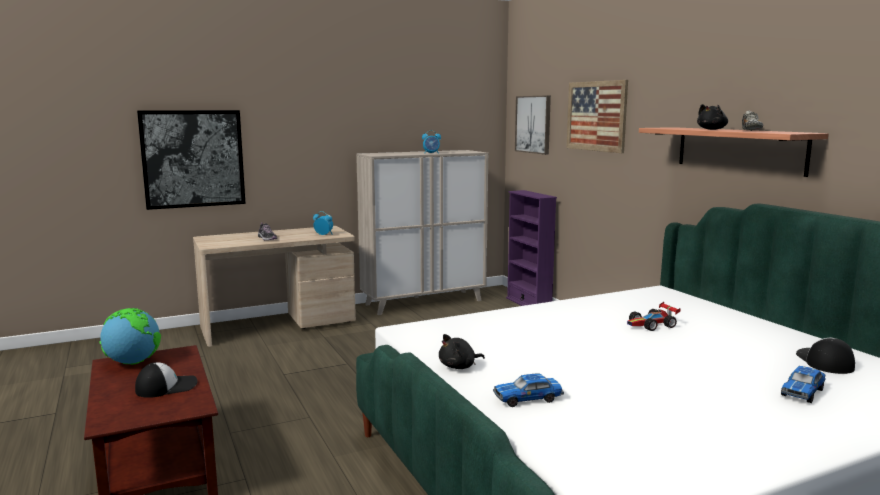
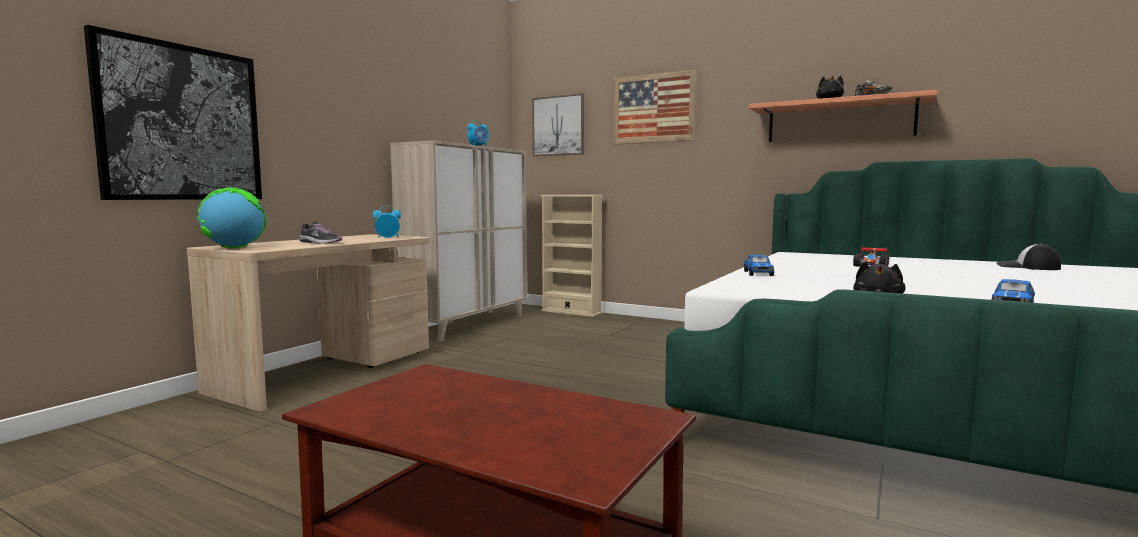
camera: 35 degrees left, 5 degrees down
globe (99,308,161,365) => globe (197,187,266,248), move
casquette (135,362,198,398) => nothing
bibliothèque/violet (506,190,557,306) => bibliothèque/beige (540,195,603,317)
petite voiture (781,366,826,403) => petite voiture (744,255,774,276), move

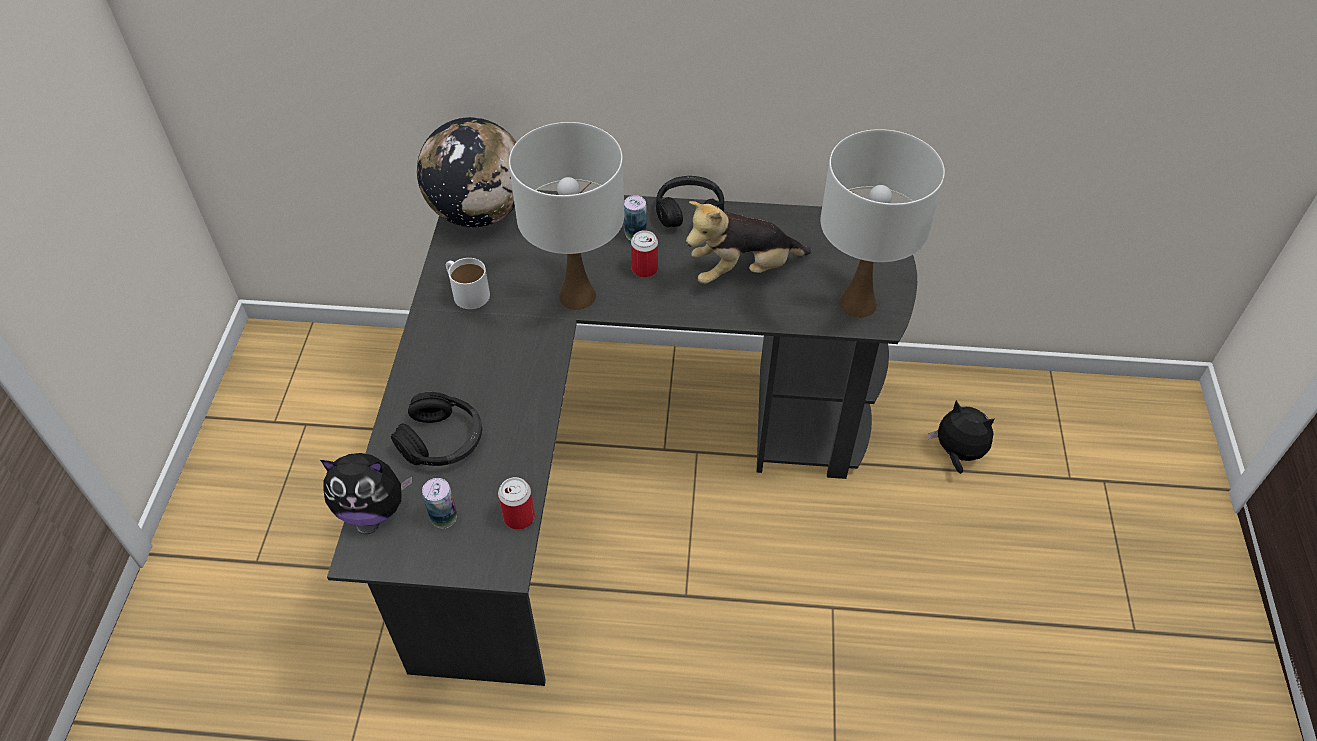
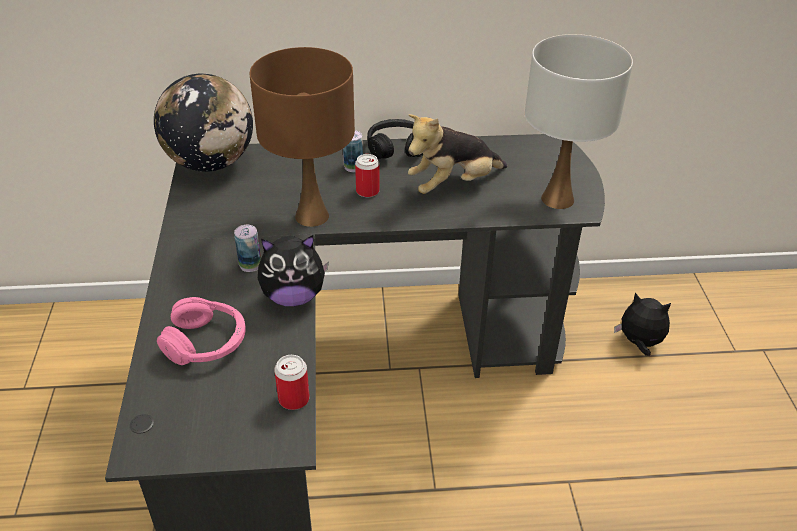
camera: 10 degrees left, 10 degrees down
peluche (320,453,412,526) => peluche (258,235,329,306), move
casque audio/noir (391,392,482,466) => casque audio/rose (157,297,246,365)
boîte métallique (422,478,457,529) => boîte métallique (234,225,261,272), move
mug/blanc (446,258,490,309) => nothing
lampe de table/blanc (509,122,624,310) => lampe de table/marron (250,47,355,227)

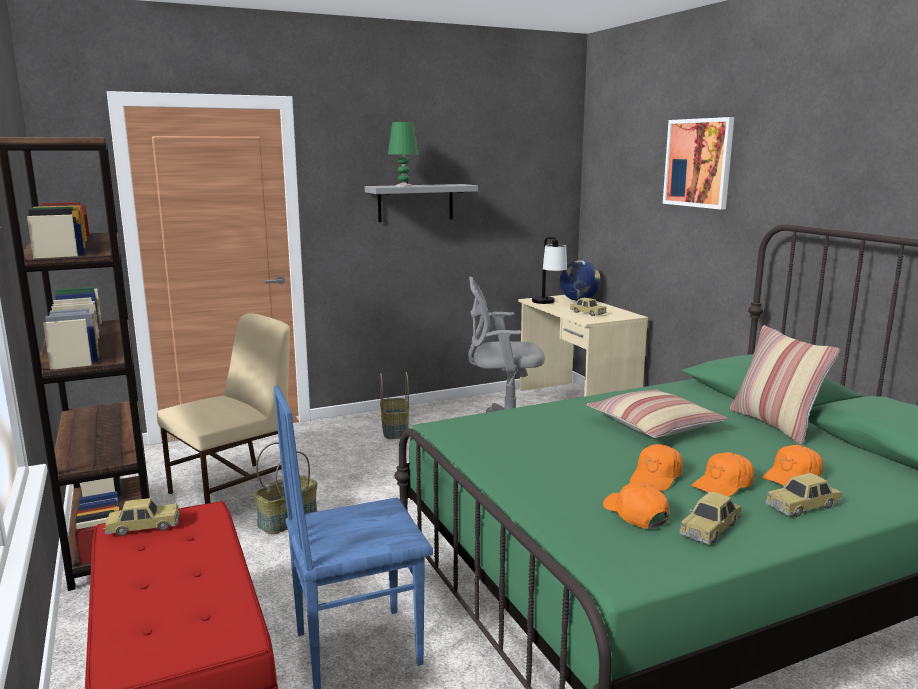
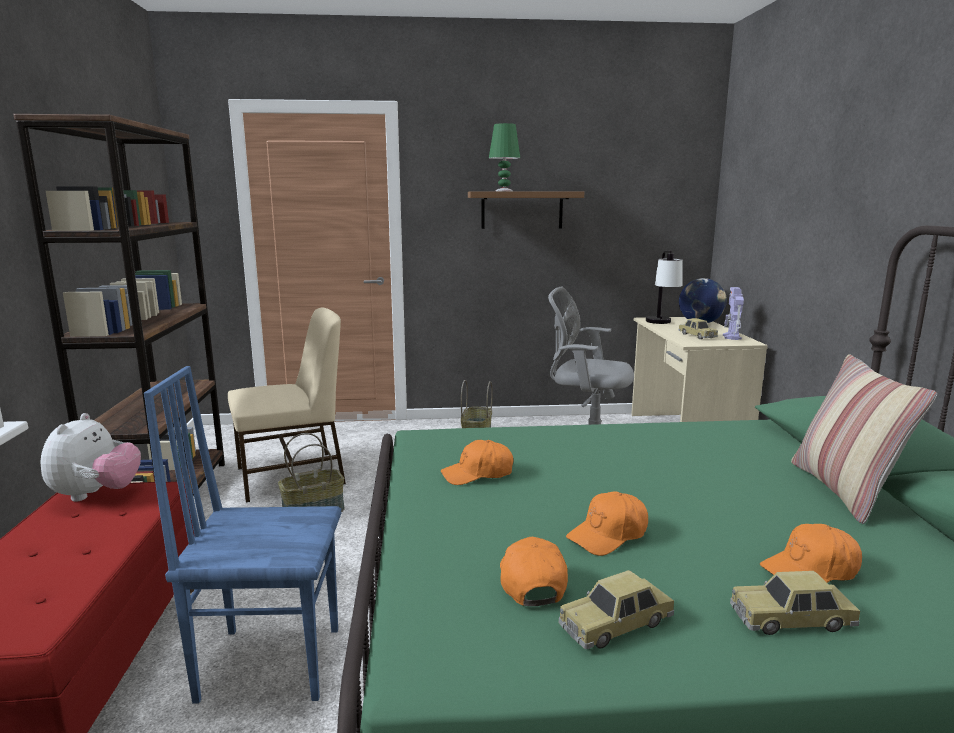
camera: 20 degrees right, 0 degrees up
petite voiture (104,498,180,536) => peluche (41,413,141,502)
étagère/gris (365,184,478,222) => étagère/marron (468,191,584,229)
coussin (587,389,728,438) => nothing
tableau (663,117,734,209) => nothing
casquette/orange (691,452,754,497) => casquette/orange (441,440,513,485), move
nothing => robot jouet (723,287,744,340)

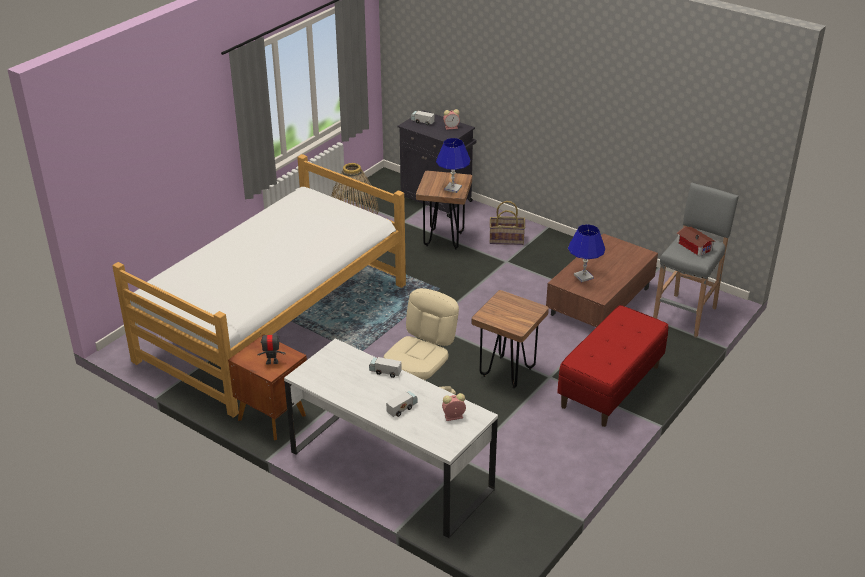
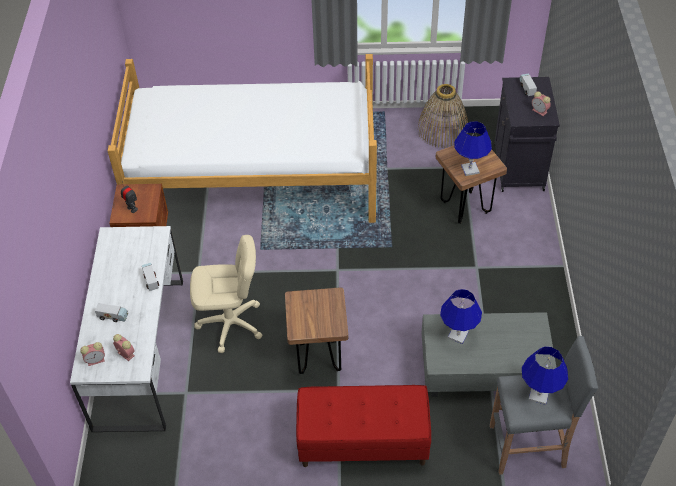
camera: 55 degrees right, 15 degrees up
panier (490,201,525,245) => nothing
table basse/marron (546,233,658,327) => table basse/gris (422,312,557,397)
maison miniature (677,227,714,256) => lampe de table/bleu (522,347,568,405)
nothing => réveil (80,342,105,366)

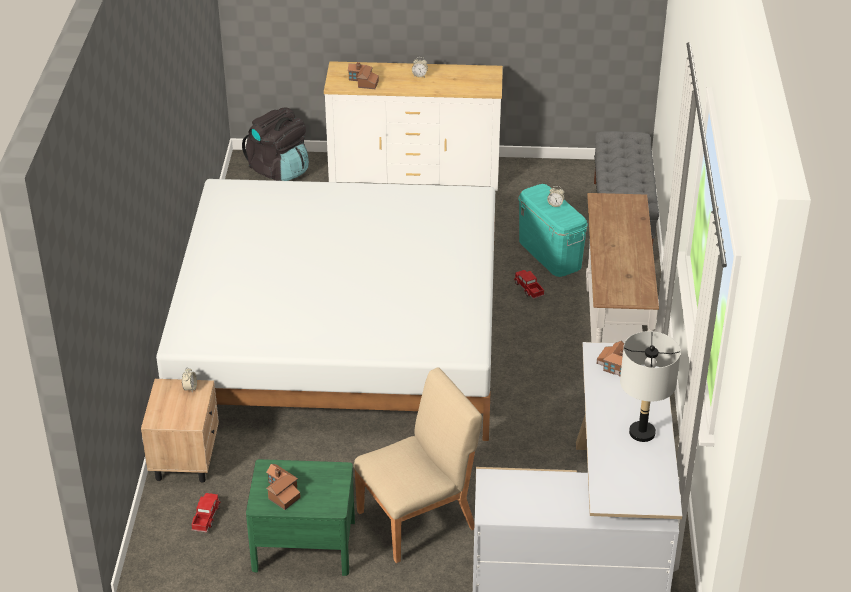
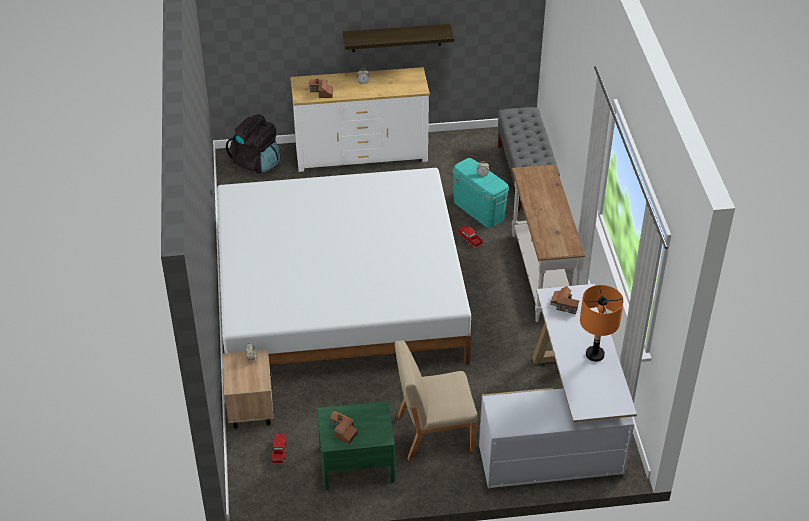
camera: 10 degrees left, 5 degrees up
chaise/beige (354,367,482,563) => chaise/beige (395,341,478,461), 150 degrees counterclockwise
lampe de table/gris (620,331,681,442) => lampe de table/orange (580,285,624,362)
nothing => étagère (343,24,454,52)

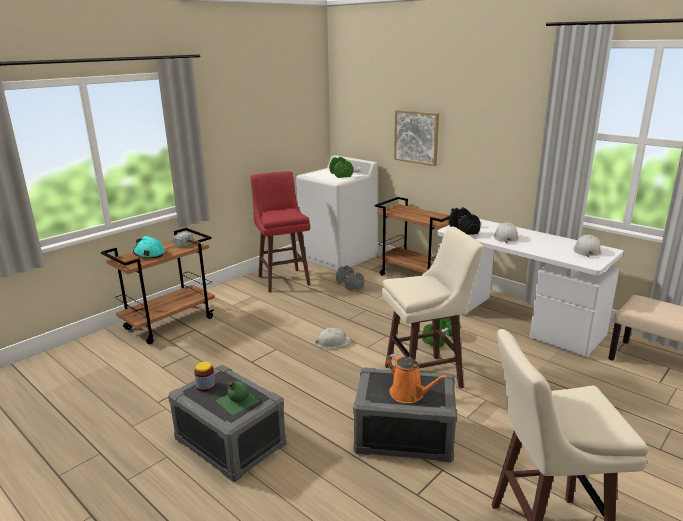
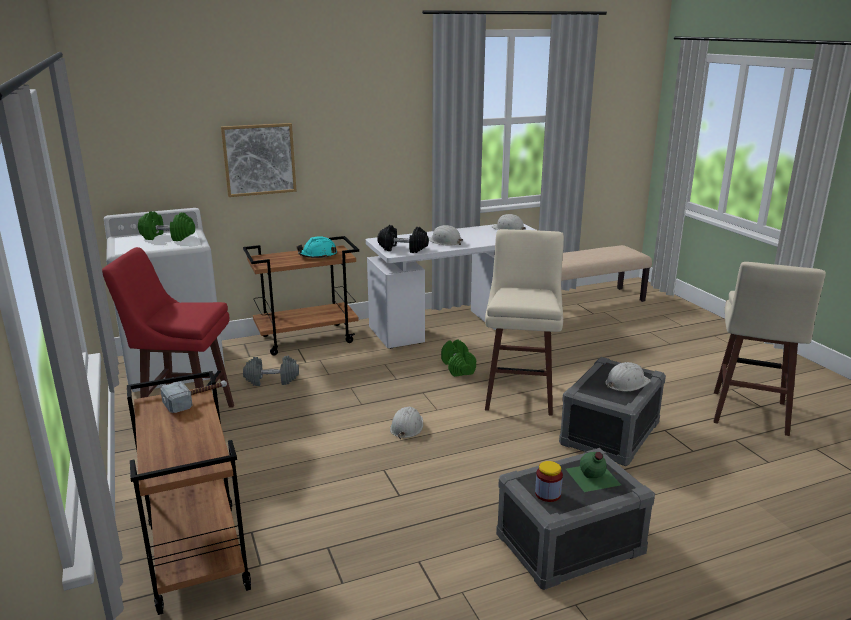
camera: 65 degrees left, 0 degrees up
casque de chantier/turquoise (133,236,165,259) => casque de chantier/turquoise (297,236,337,259), move
arrosoir/orange (386,354,448,403) => casque de chantier/blanc (606,362,651,391)

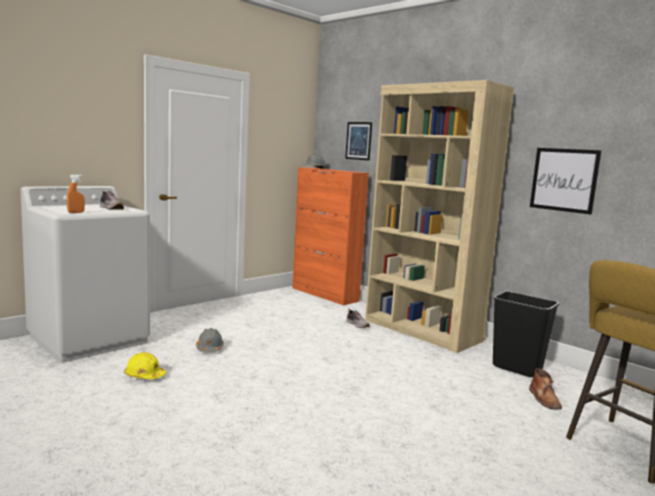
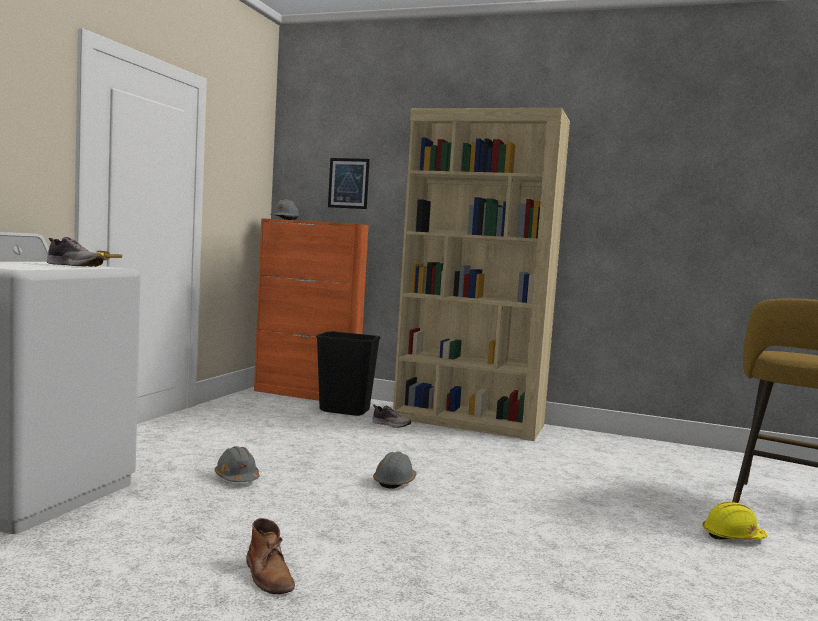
camera: 25 degrees left, 5 degrees down
vaporisateur/orange (67,175,85,213) => nothing
casque de chantier/jaune (124,352,166,379) => casque de chantier/jaune (702,502,768,540), move
poubelle/noir (493,291,559,377) => poubelle/noir (316,331,381,416), move
botte/marron (529,368,562,410) => botte/marron (246,518,295,594), move
tableau (530,148,602,215) => nothing
nothing => casque de chantier/gris (373,452,417,489)

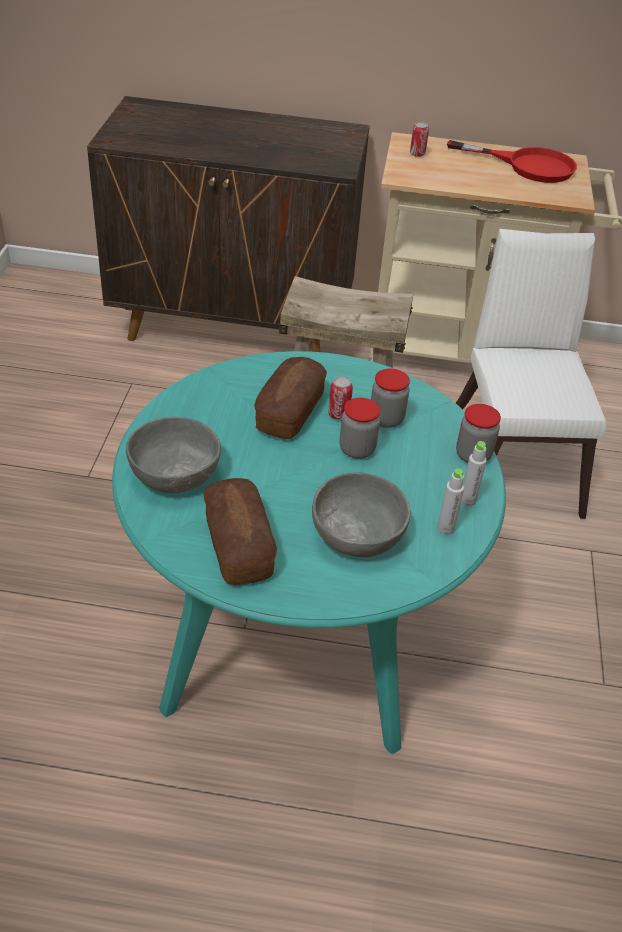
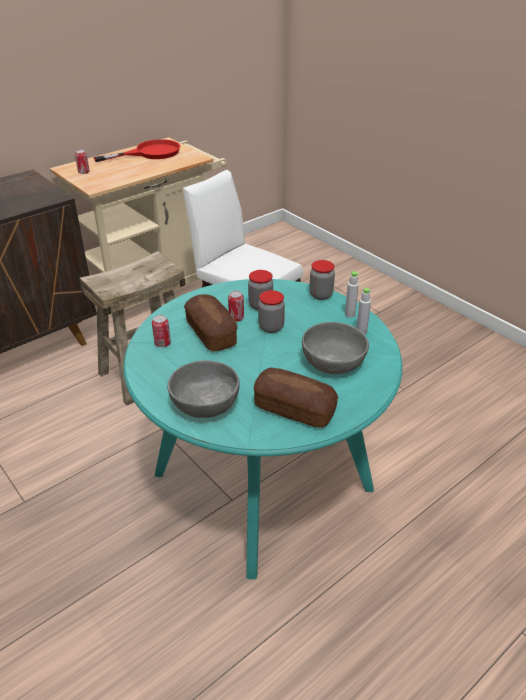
camera: 45 degrees left, 5 degrees down
nothing => boîte métallique (152,315,171,347)

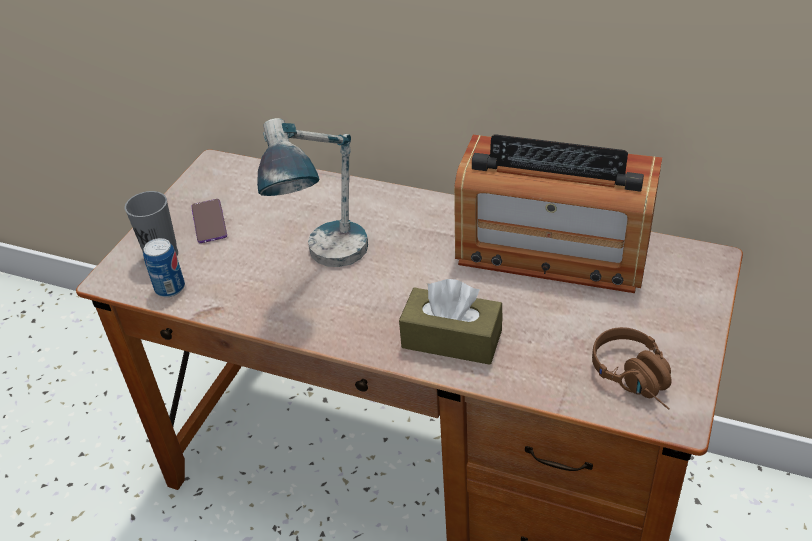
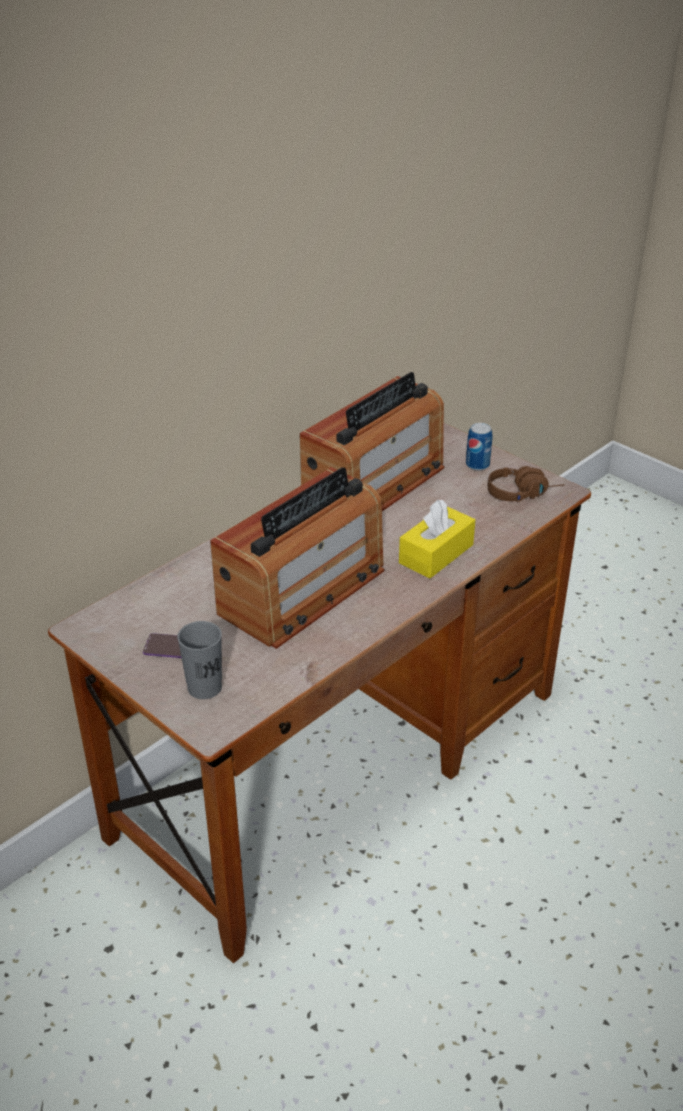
camera: 70 degrees left, 5 degrees down
boîte métallique (143,238,185,297) => boîte métallique (466,423,492,471), move
lampe de table (257,118,368,267) => radio (210,467,384,649)
boîte à mouchoirs/marron (399,279,502,365) => boîte à mouchoirs/jaune (399,500,475,578)

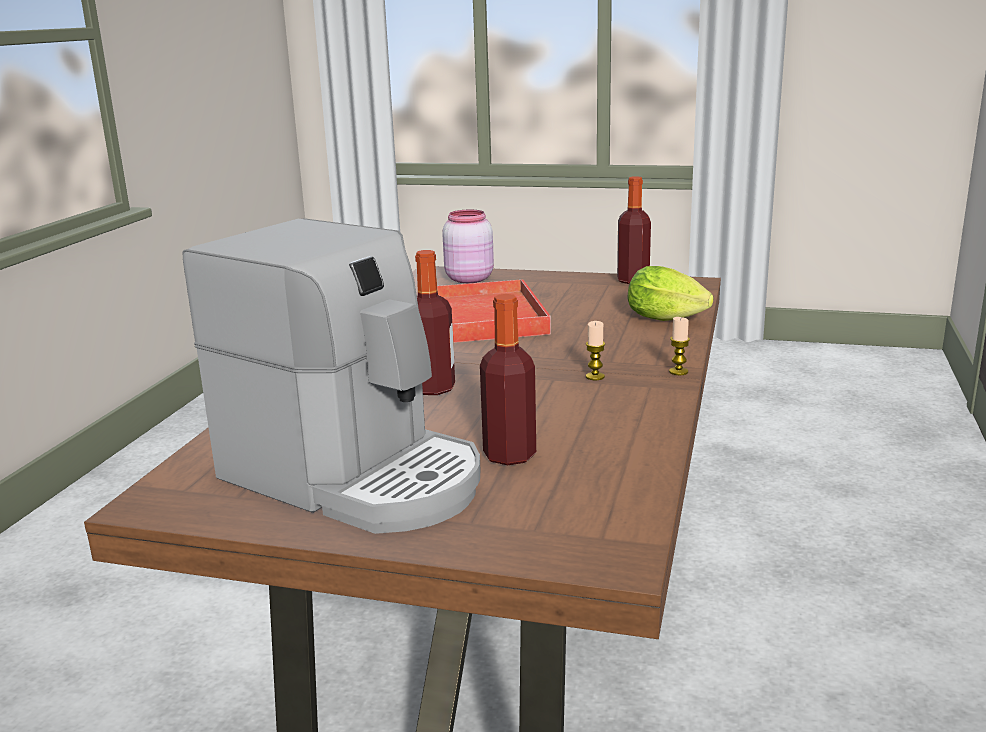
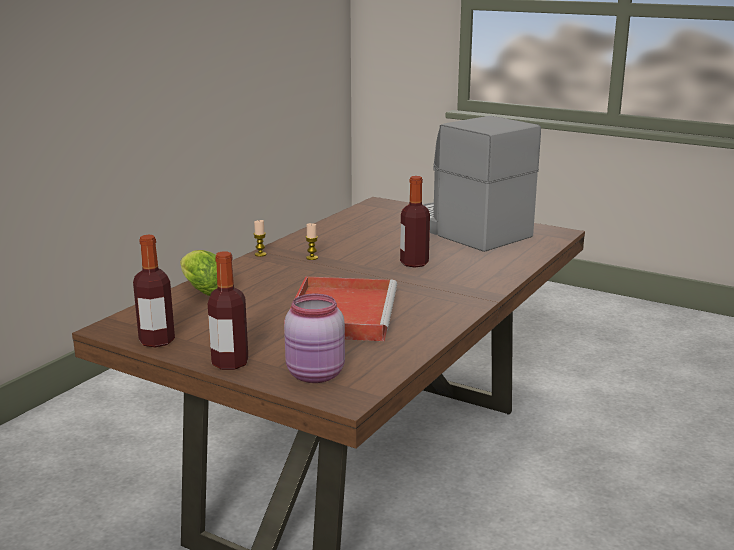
camera: 165 degrees left, 0 degrees up
bouteille (480,294,536,465) => bouteille (208,251,248,370), move

